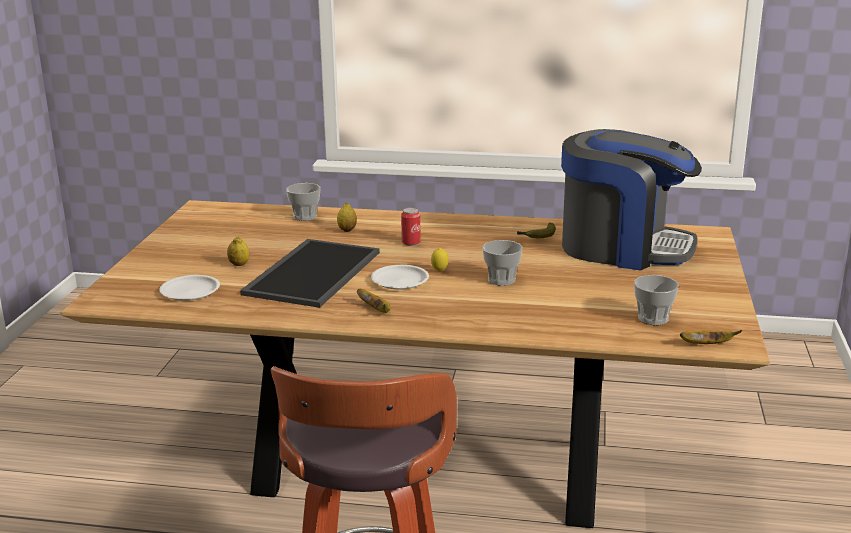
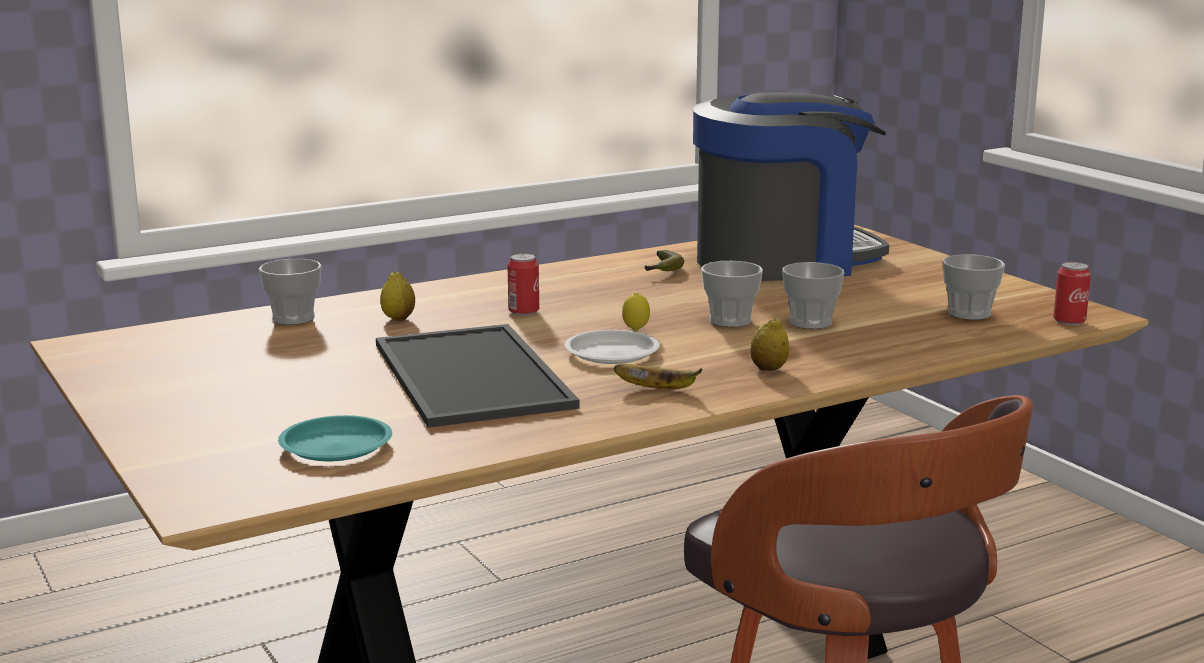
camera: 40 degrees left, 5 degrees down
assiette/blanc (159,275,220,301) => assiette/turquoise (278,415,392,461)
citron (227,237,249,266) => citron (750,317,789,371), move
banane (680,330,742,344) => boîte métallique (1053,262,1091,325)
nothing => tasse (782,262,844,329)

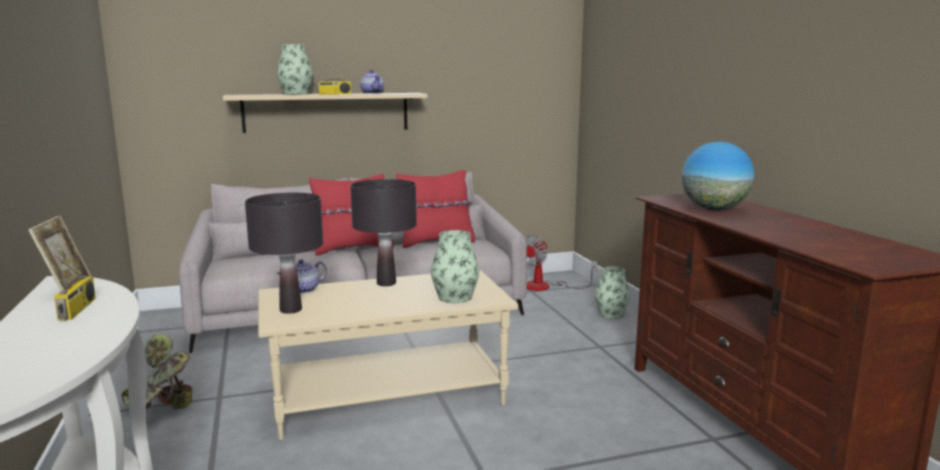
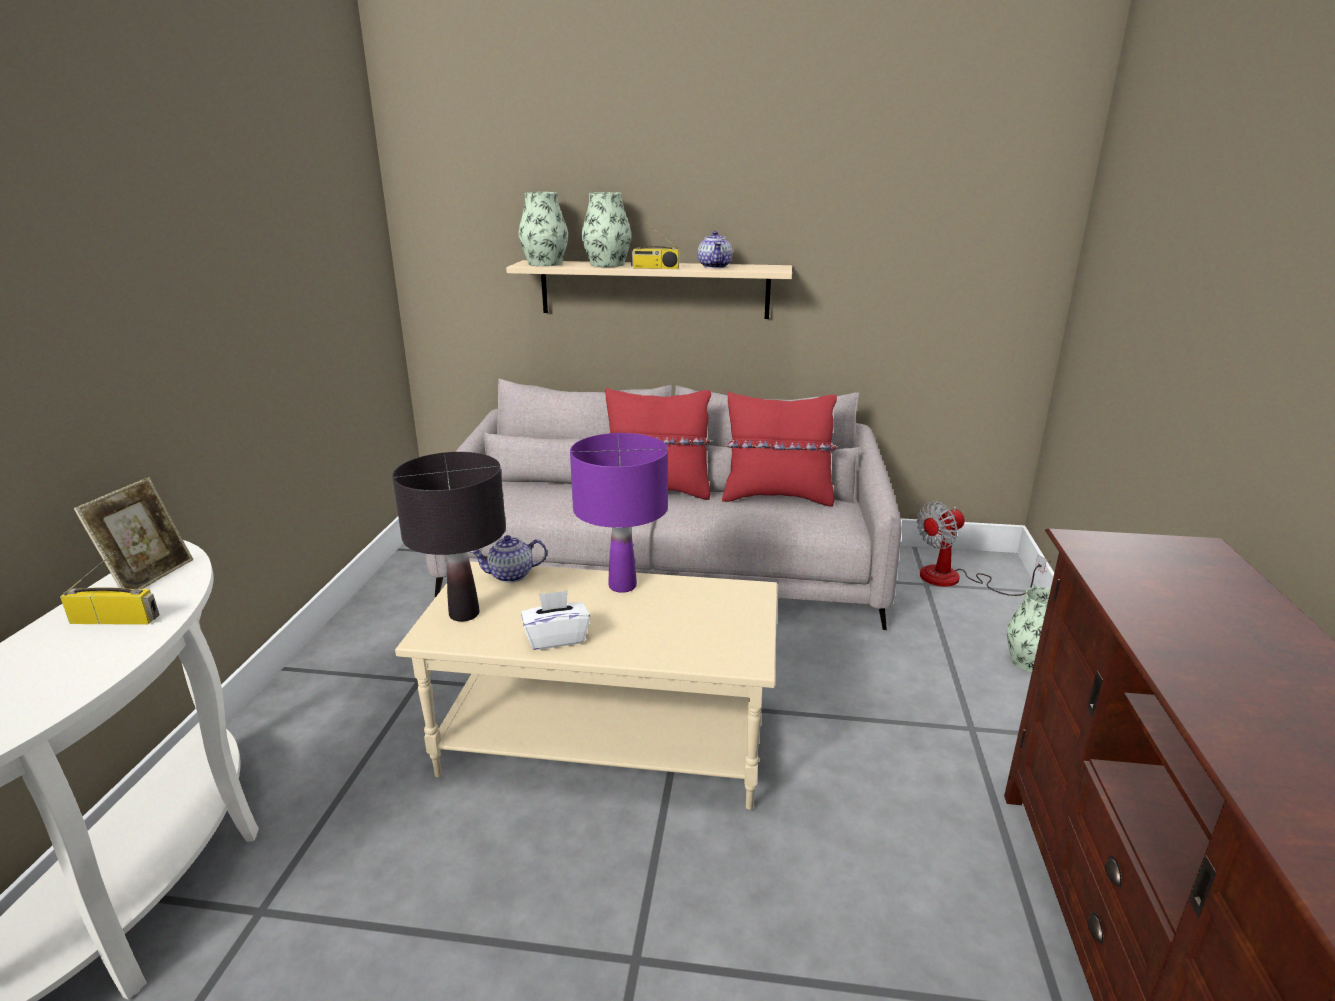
camera: 25 degrees right, 10 degrees up
radio (54,254,96,321) => radio (60,551,160,625), 105 degrees counterclockwise
plante en pot (121,334,193,410) => nothing
lampe de table/noir (350,179,417,286) => lampe de table/violet (570,433,668,593)
vase (431,230,479,303) => vase (518,192,568,266), move
globe (681,142,754,210) => nothing
nothing => boîte à mouchoirs/blanc (521,591,590,650)

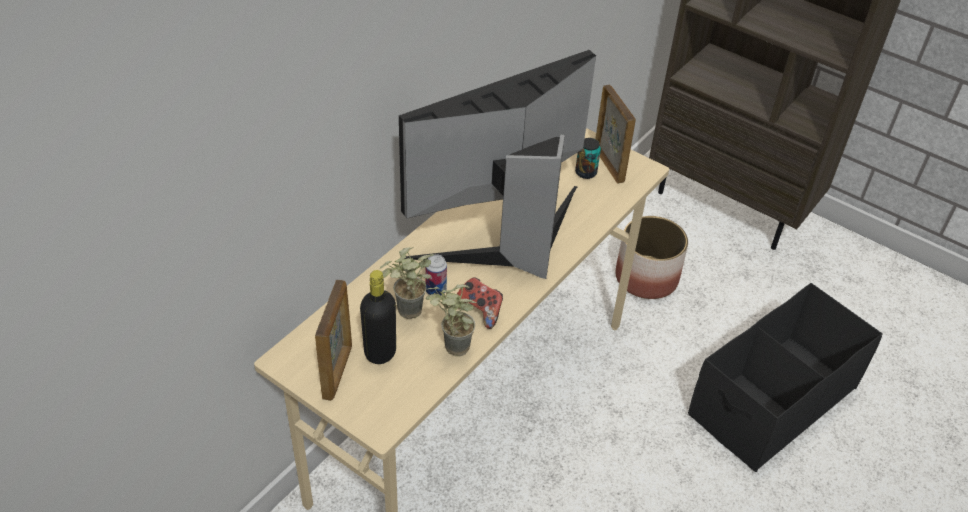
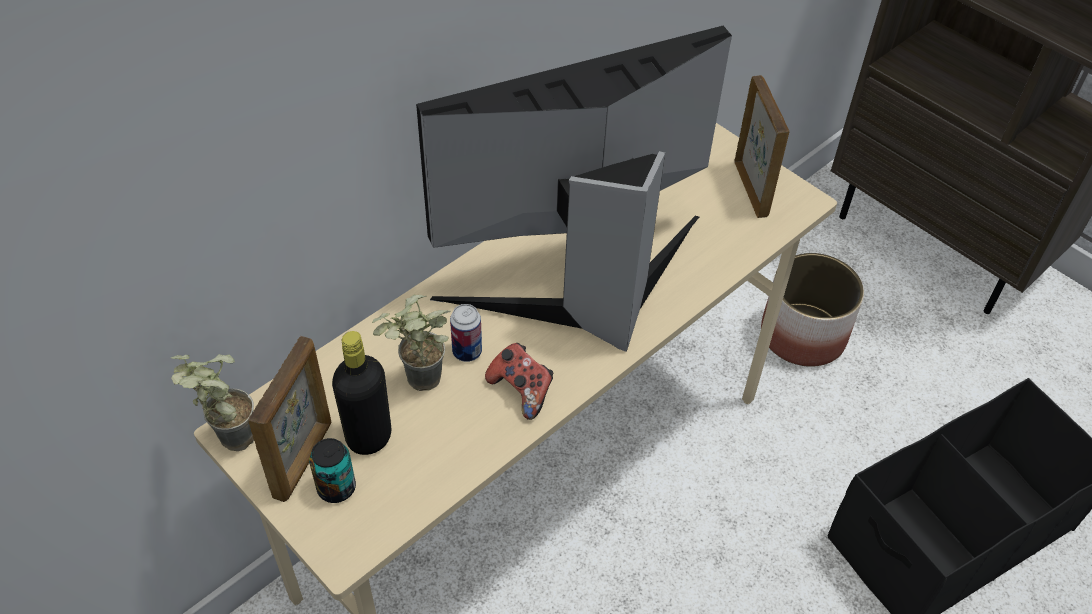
camera: 10 degrees right, 5 degrees up
plante en pot (426,284,476,356) => plante en pot (171,354,254,451), move
boîte métallique (575,138,601,179) => boîte métallique (309,438,356,503), move

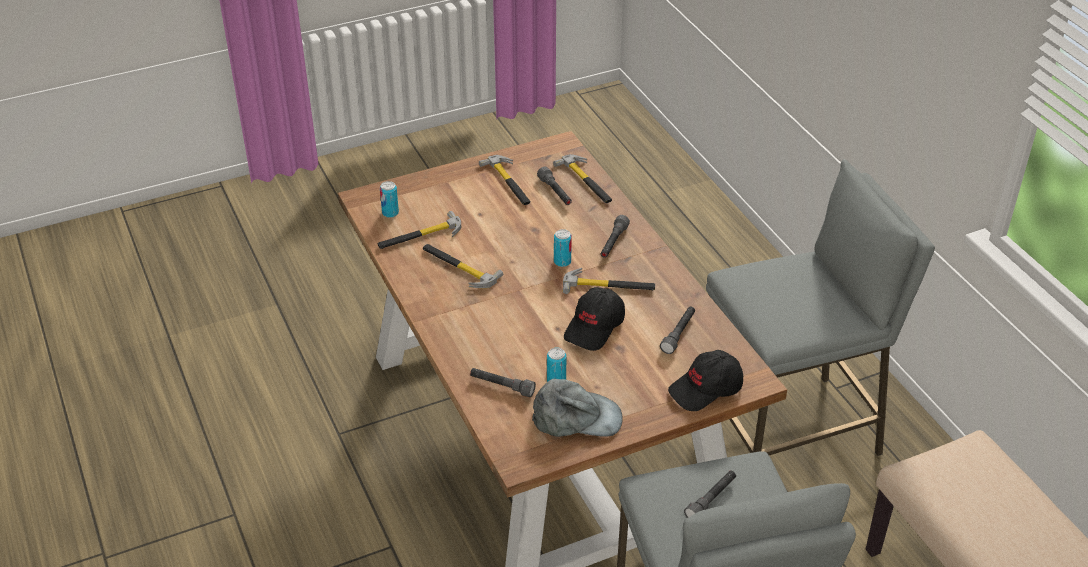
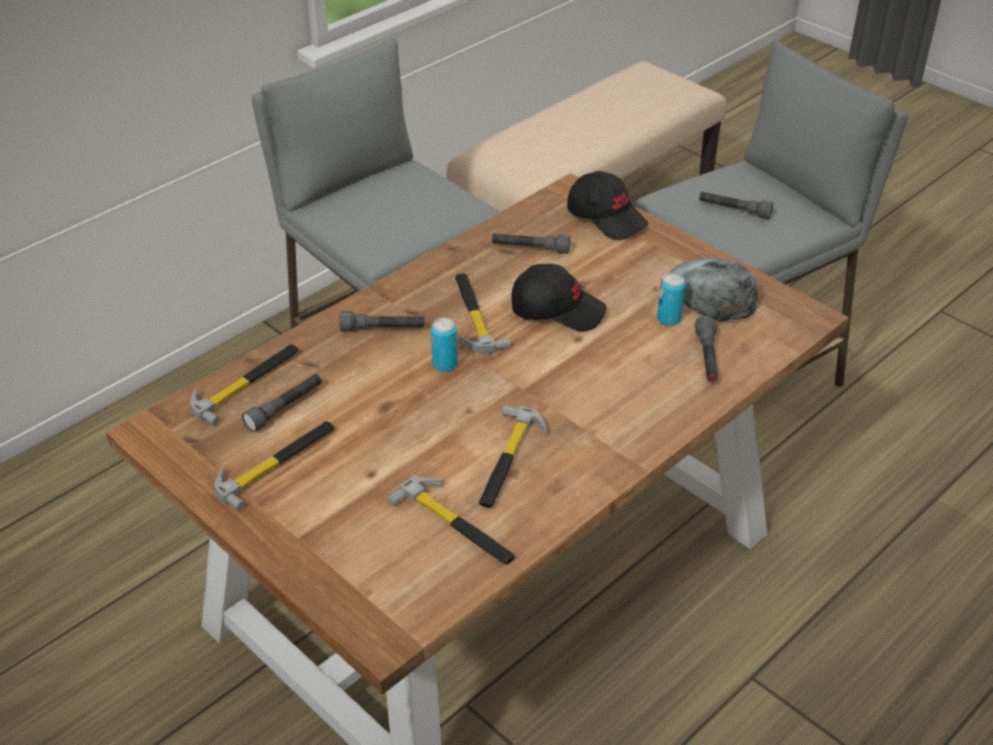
camera: 110 degrees left, 0 degrees up
boîte métallique (380,181,399,218) => nothing

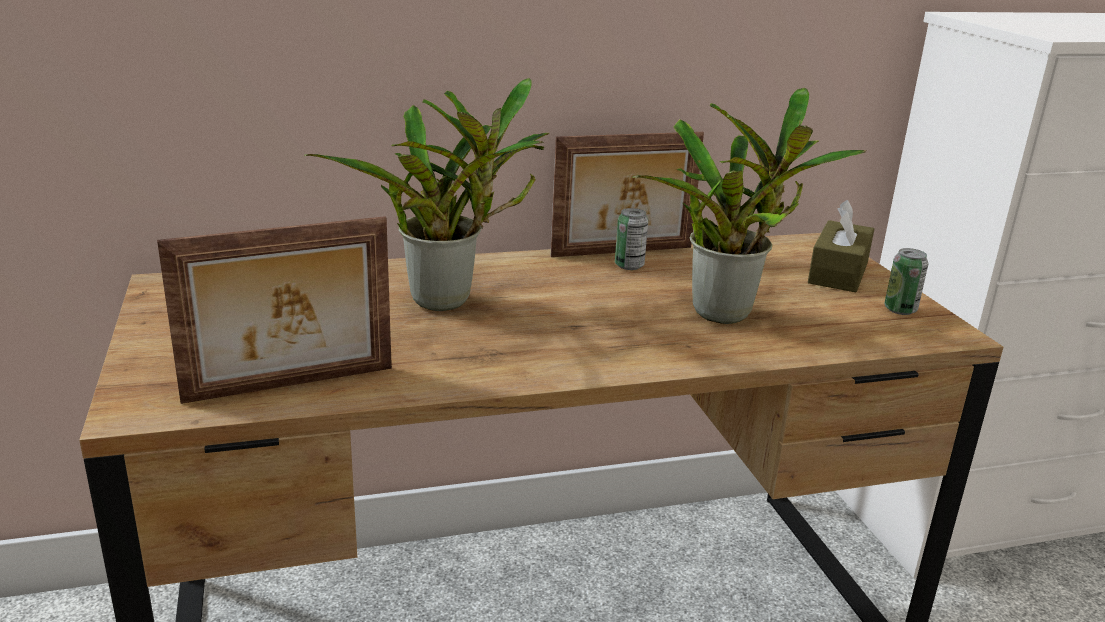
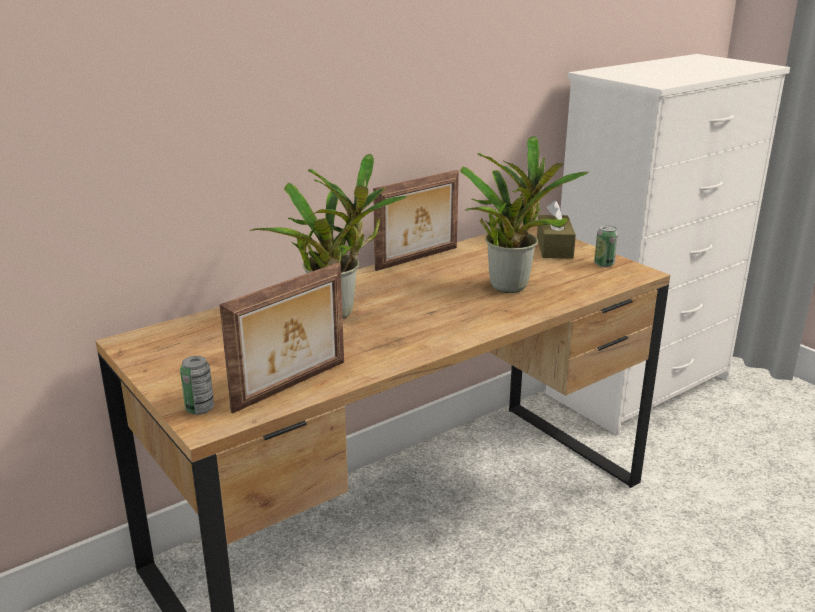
camera: 20 degrees left, 0 degrees up
boîte métallique (615,208,648,270) => boîte métallique (180,356,214,415), move

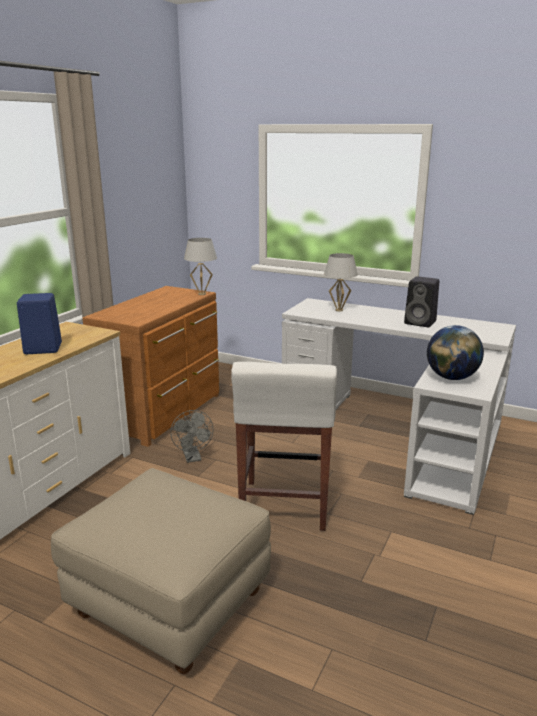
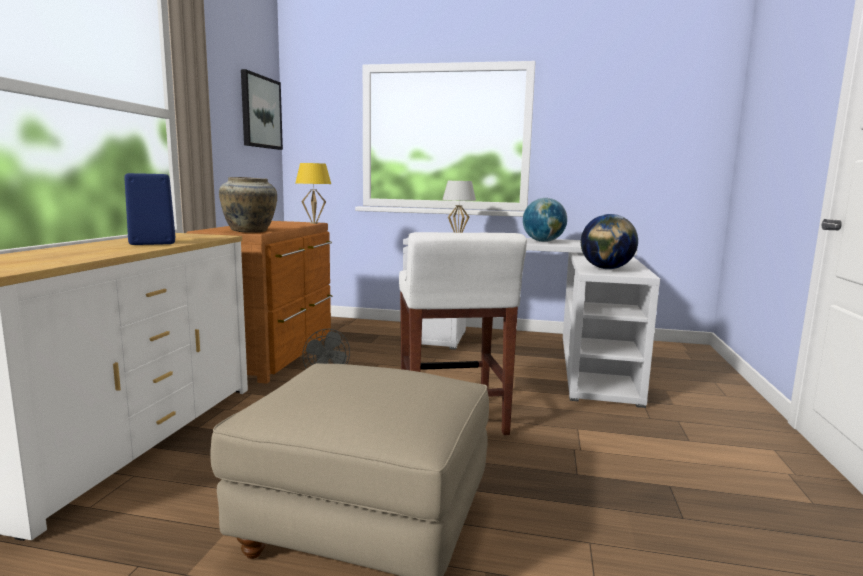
camera: 15 degrees left, 10 degrees down
lampe de table/blanc (184,238,217,295) => lampe de table/jaune (296,163,331,224)
enceinte/noir (404,276,439,327) => globe (523,198,567,242)
nothing => vase/beige (219,177,277,233)
nothing => tableau (241,69,283,150)

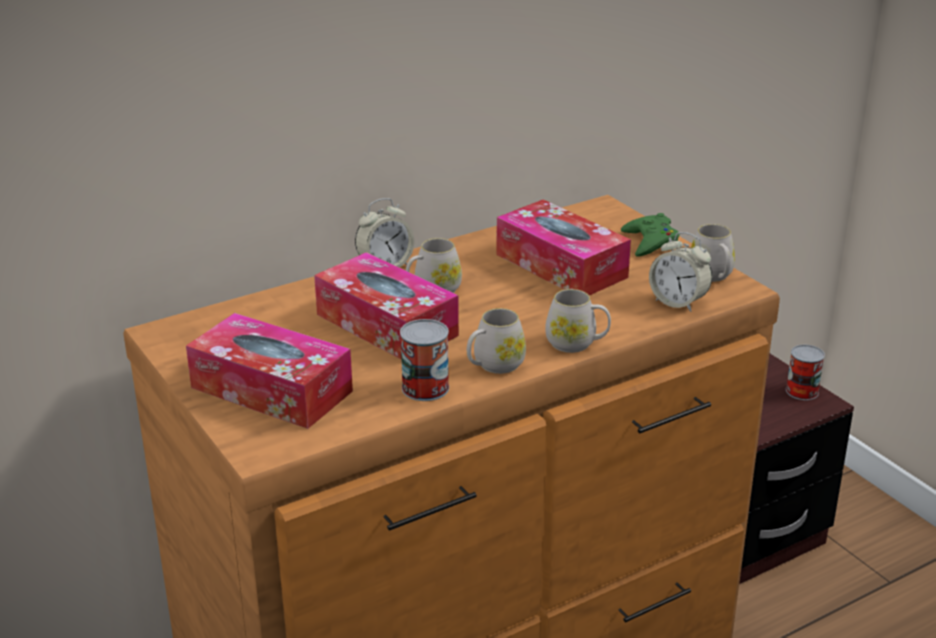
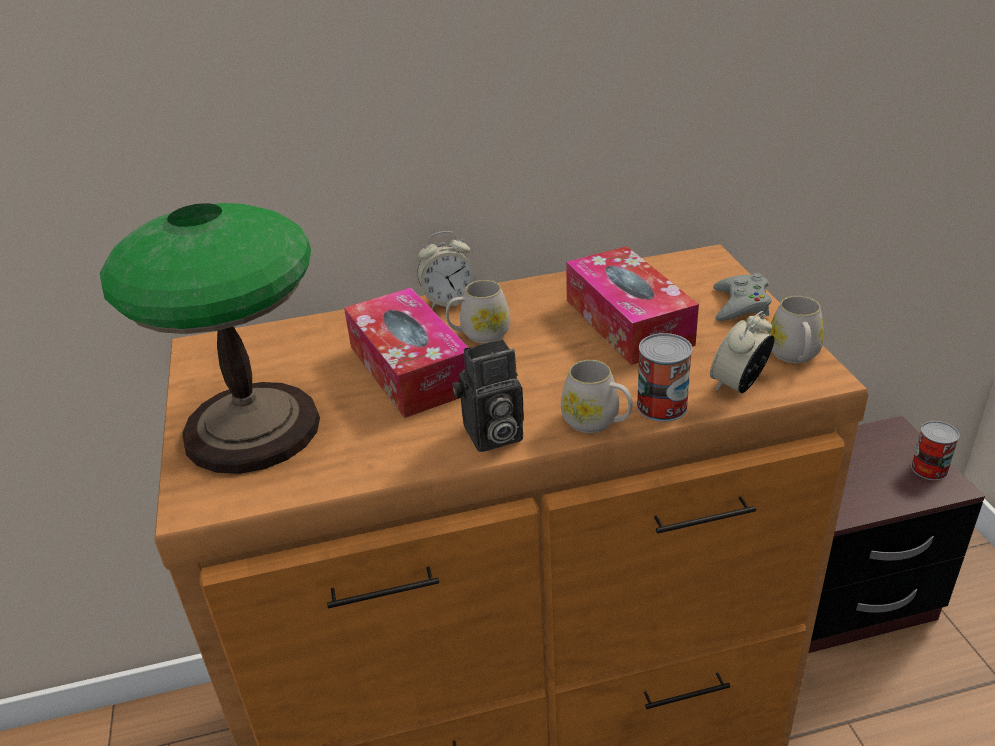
camera: 20 degrees right, 5 degrees up
boîte à mouchoirs (186,313,353,429) => lampe de table (100,203,320,474)
boîte métallique (400,319,449,401) => boîte métallique (637,333,693,422), move
mug/blanc (467,308,526,374) => appareil photo (452,339,524,452)
manette/vert (621,213,679,256) => manette/gris (713,273,772,321)
réveil (649,232,712,312) => réveil (710,311,774,393), 75 degrees clockwise

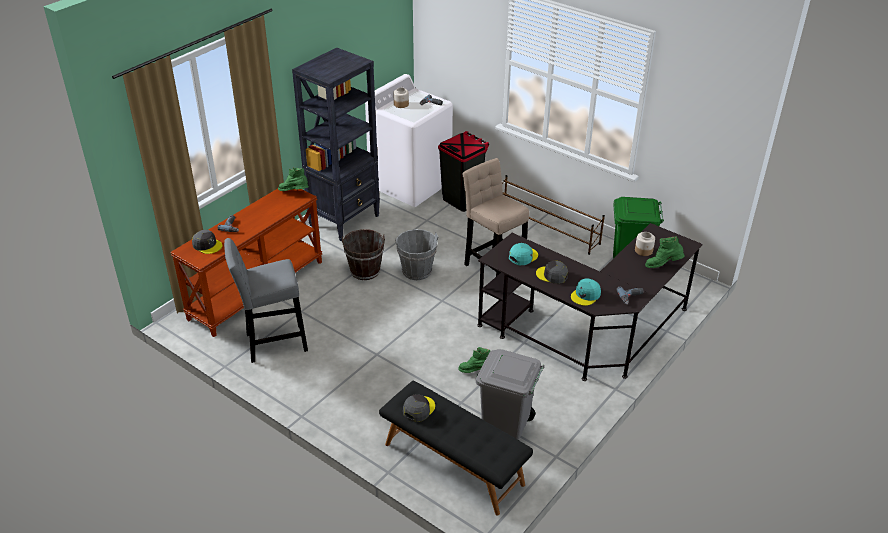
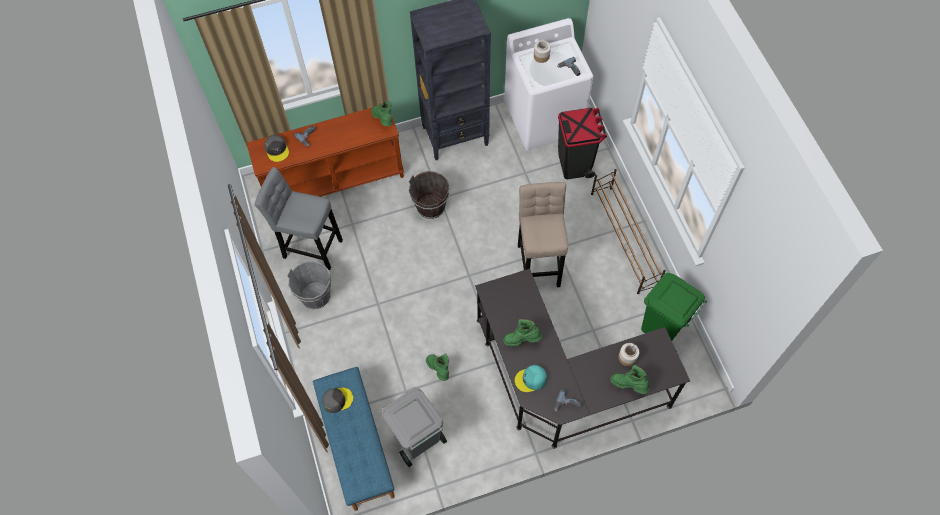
camera: 35 degrees right, 25 degrees up
banc/noir (379,381,533,515) => banc/bleu (313,367,395,511)
seau/gris (395,229,438,280) => seau/gris (287,261,331,309), move
casquette/turquoise (509,243,538,265) => nothing
casquette/gris (536,261,568,284) => botte/vert (503,319,542,346)

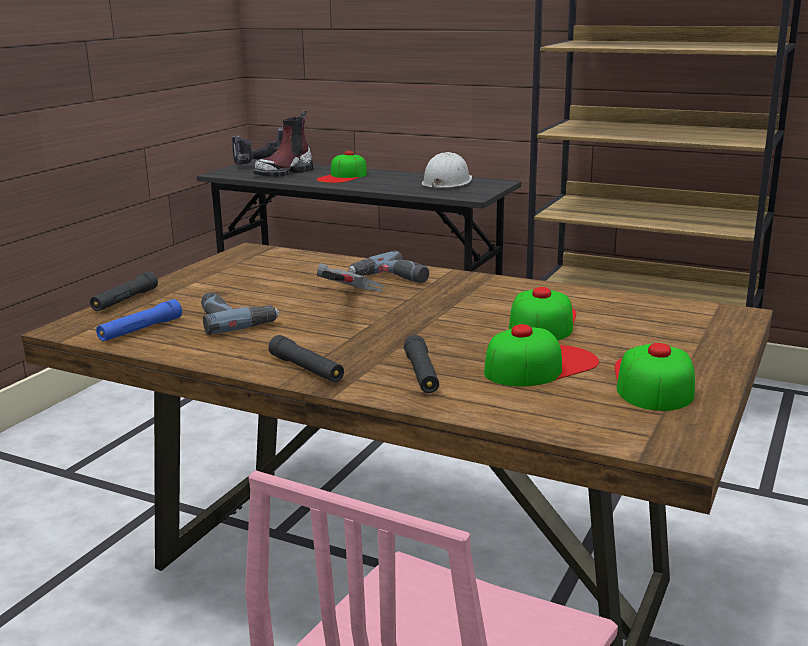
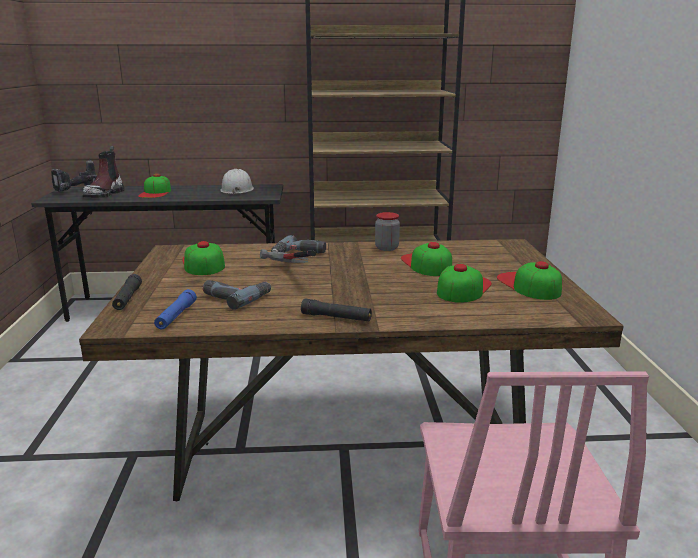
camera: 30 degrees left, 0 degrees up
lampe de poche/noir (404,335,439,393) => nothing
nothing => casquette (182,241,225,275)
nothing => bocal (375,212,400,251)

